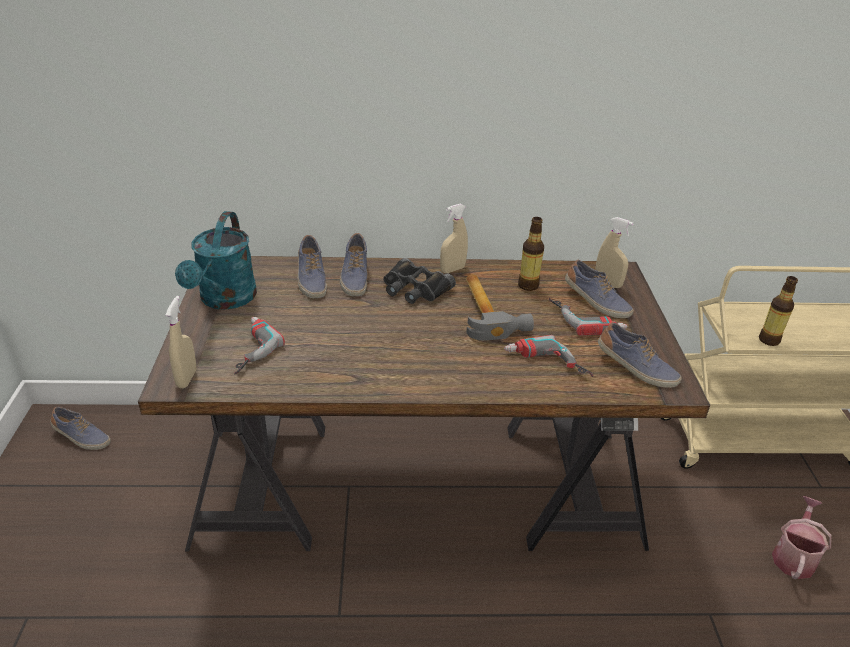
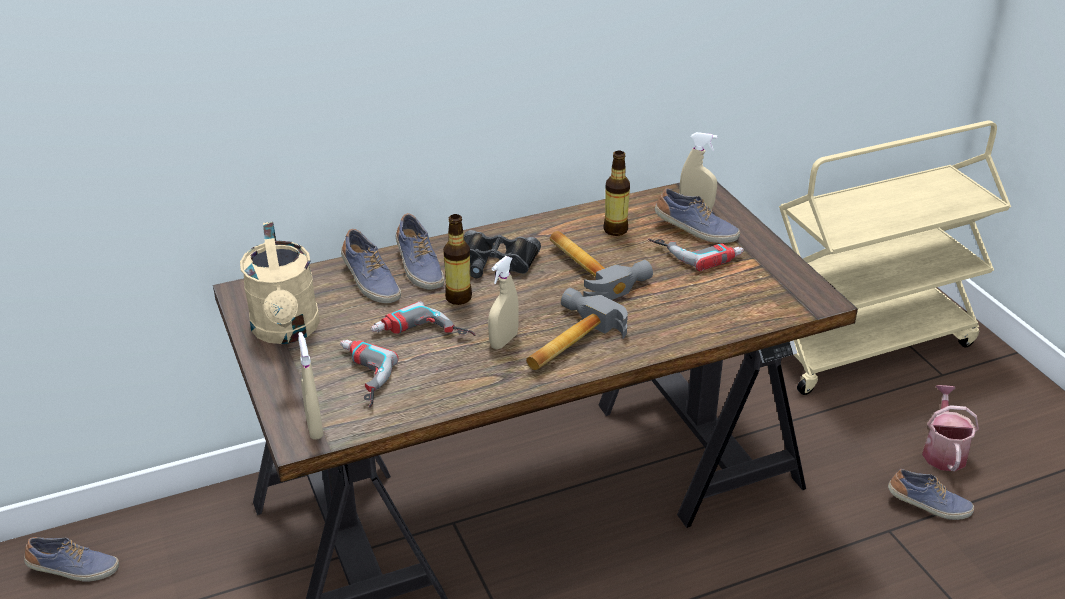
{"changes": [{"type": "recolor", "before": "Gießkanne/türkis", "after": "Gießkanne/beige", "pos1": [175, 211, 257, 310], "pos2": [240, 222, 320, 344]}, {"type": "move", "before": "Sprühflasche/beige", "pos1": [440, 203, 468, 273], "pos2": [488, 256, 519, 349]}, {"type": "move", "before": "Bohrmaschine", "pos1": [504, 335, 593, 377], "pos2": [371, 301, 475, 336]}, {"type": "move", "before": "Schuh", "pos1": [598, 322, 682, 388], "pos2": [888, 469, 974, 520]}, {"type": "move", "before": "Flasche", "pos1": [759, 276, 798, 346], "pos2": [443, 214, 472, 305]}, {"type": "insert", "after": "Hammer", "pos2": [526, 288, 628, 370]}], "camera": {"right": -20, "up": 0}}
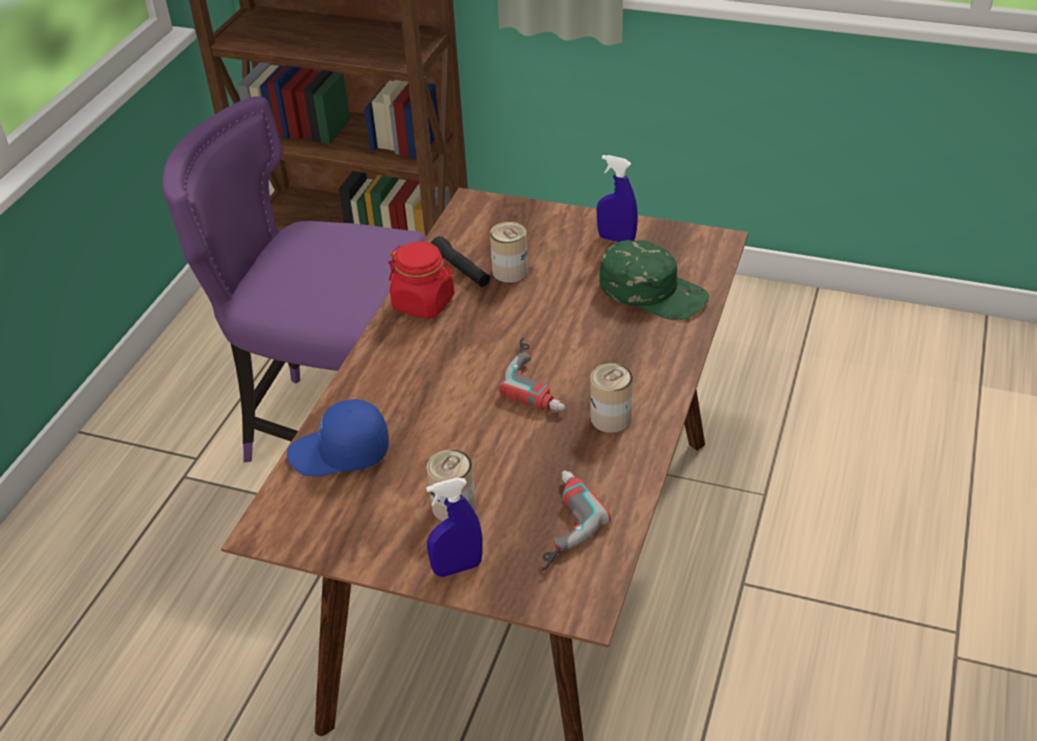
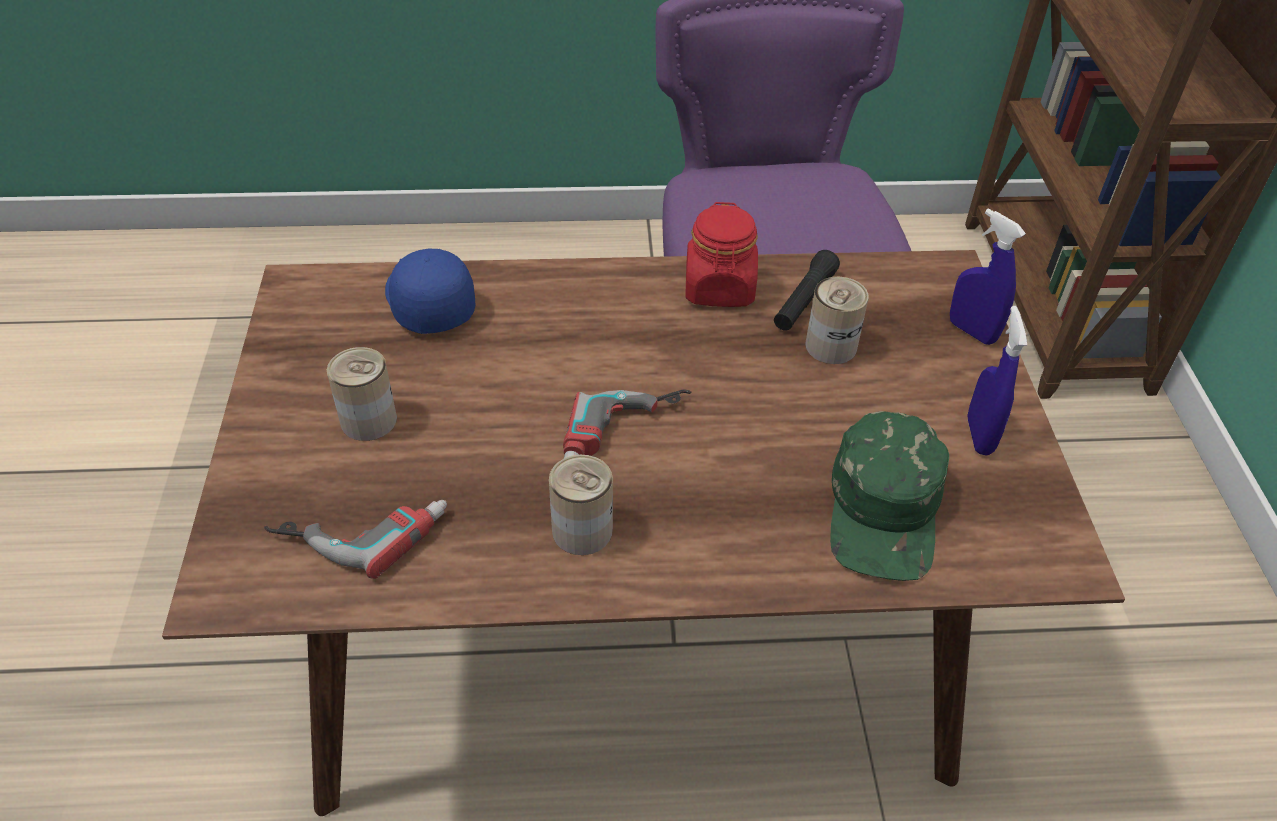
{"changes": [{"type": "move", "before": "Sprühflasche/blau", "pos1": [426, 478, 483, 577], "pos2": [950, 209, 1026, 345]}], "camera": {"right": 65, "up": 5}}
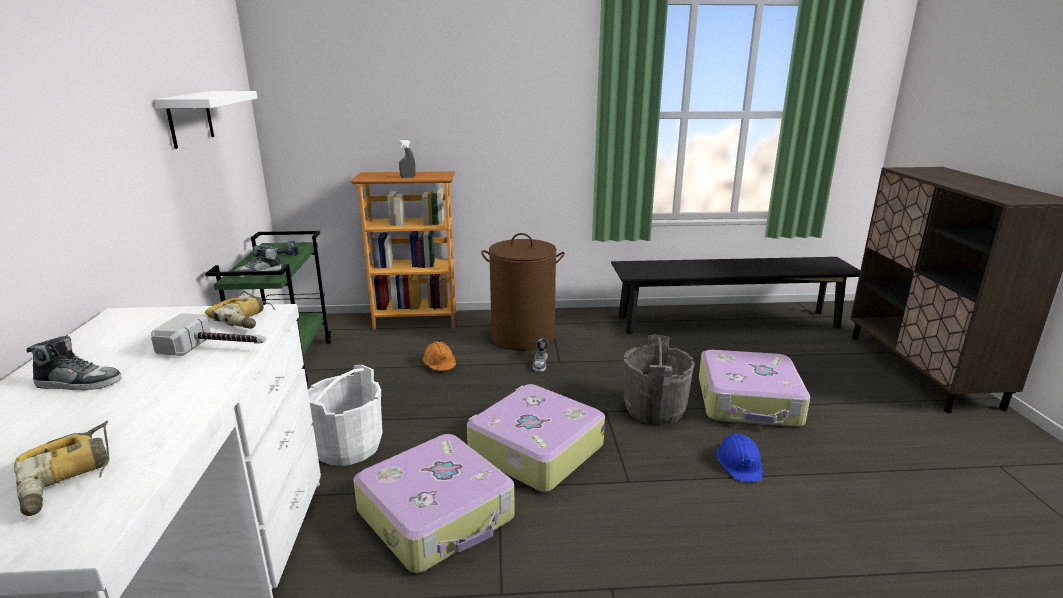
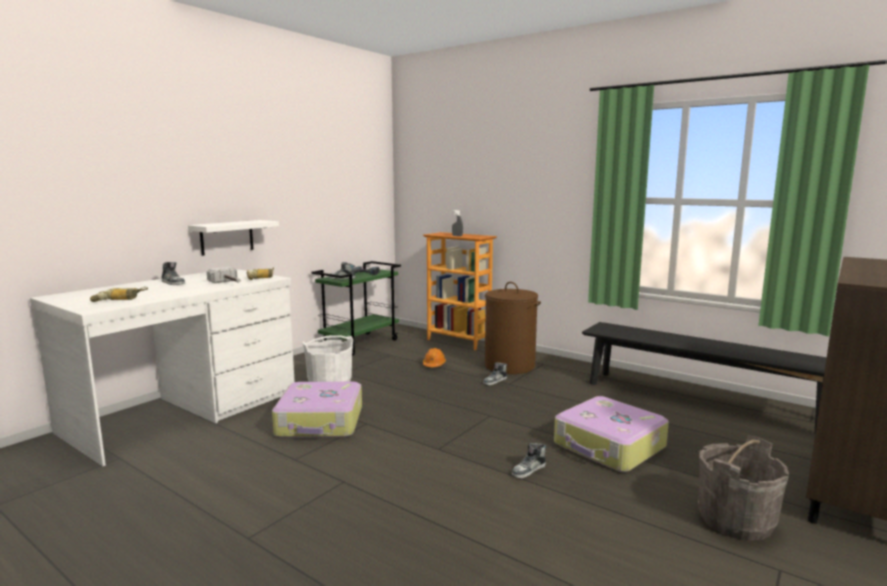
{"changes": [{"type": "move", "before": "Wandregal/weiß", "pos1": [155, 91, 258, 149], "pos2": [188, 220, 279, 256]}, {"type": "delete", "before": "Koffer", "pos1": [467, 384, 605, 492]}, {"type": "move", "before": "Eimer/grau", "pos1": [624, 334, 695, 425], "pos2": [698, 436, 789, 541]}, {"type": "replace", "before": "Schutzhelm/blau", "after": "Schuh", "pos1": [717, 433, 763, 482], "pos2": [512, 443, 547, 478]}], "camera": {"right": 40, "up": -10}}
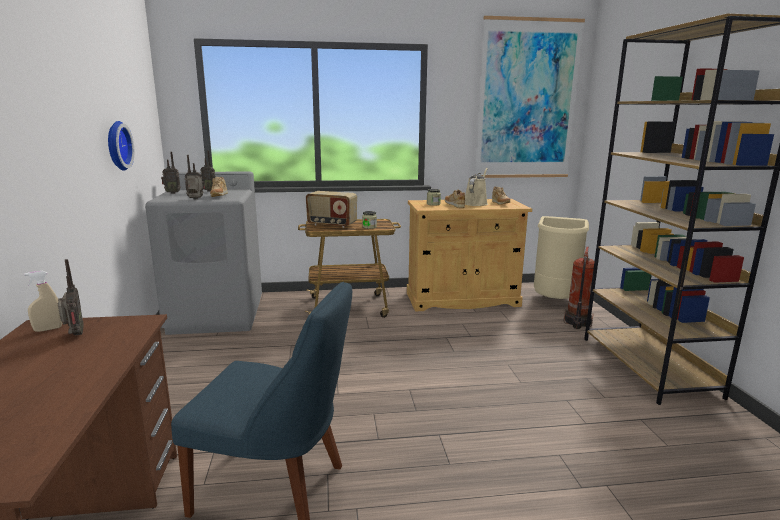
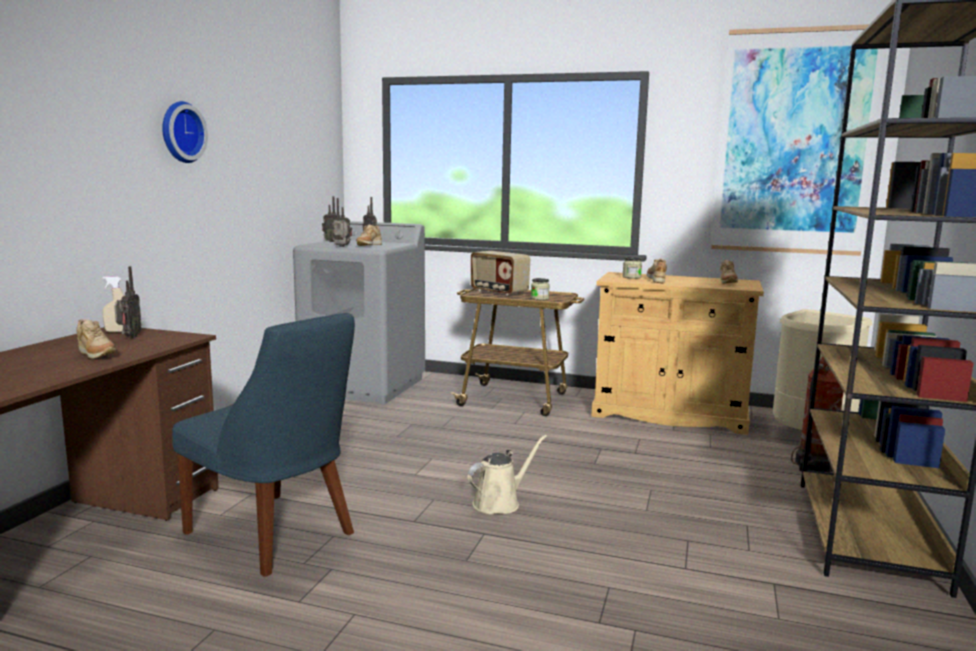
{"changes": [{"type": "move", "before": "Wanduhr", "pos1": [108, 121, 134, 171], "pos2": [162, 101, 208, 163]}, {"type": "move", "before": "Gießkanne/beige", "pos1": [465, 168, 488, 206], "pos2": [467, 435, 547, 514]}, {"type": "insert", "after": "Schuh/beige", "pos2": [77, 319, 116, 359]}], "camera": {"right": 25, "up": -5}}
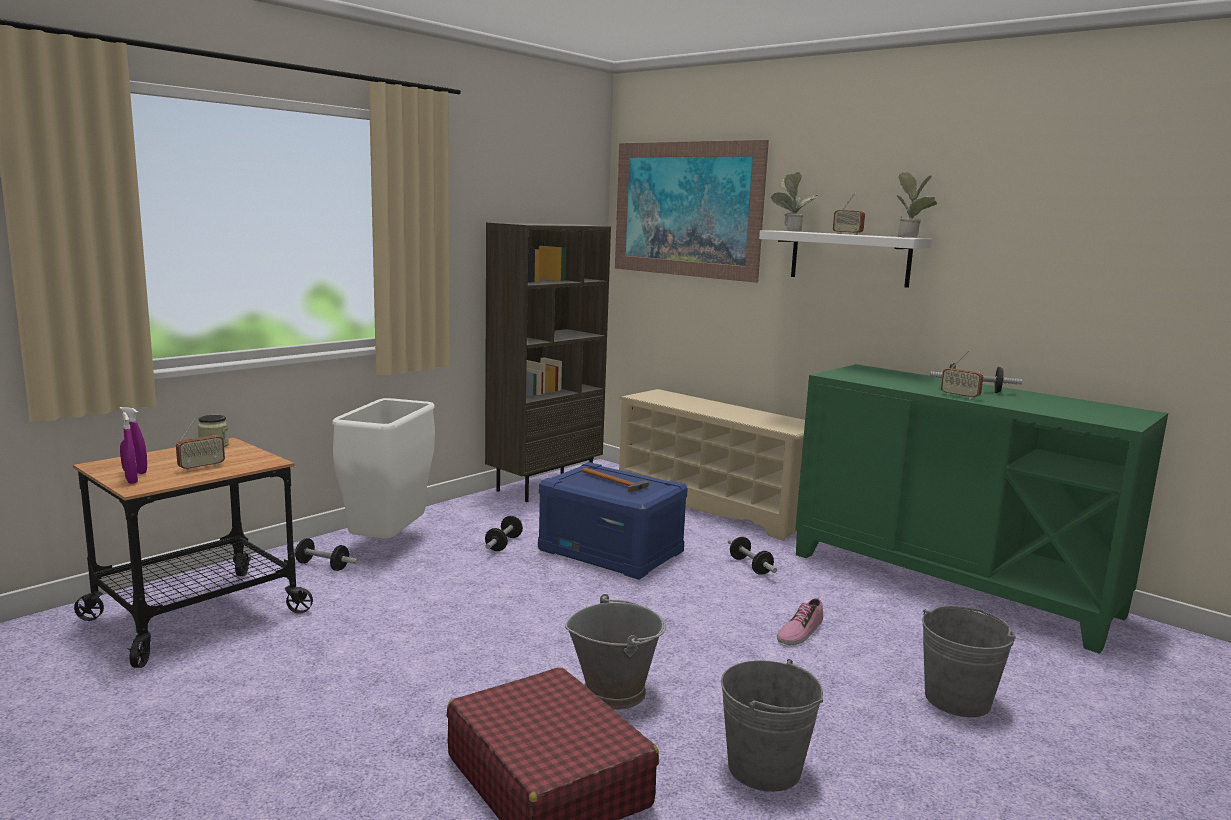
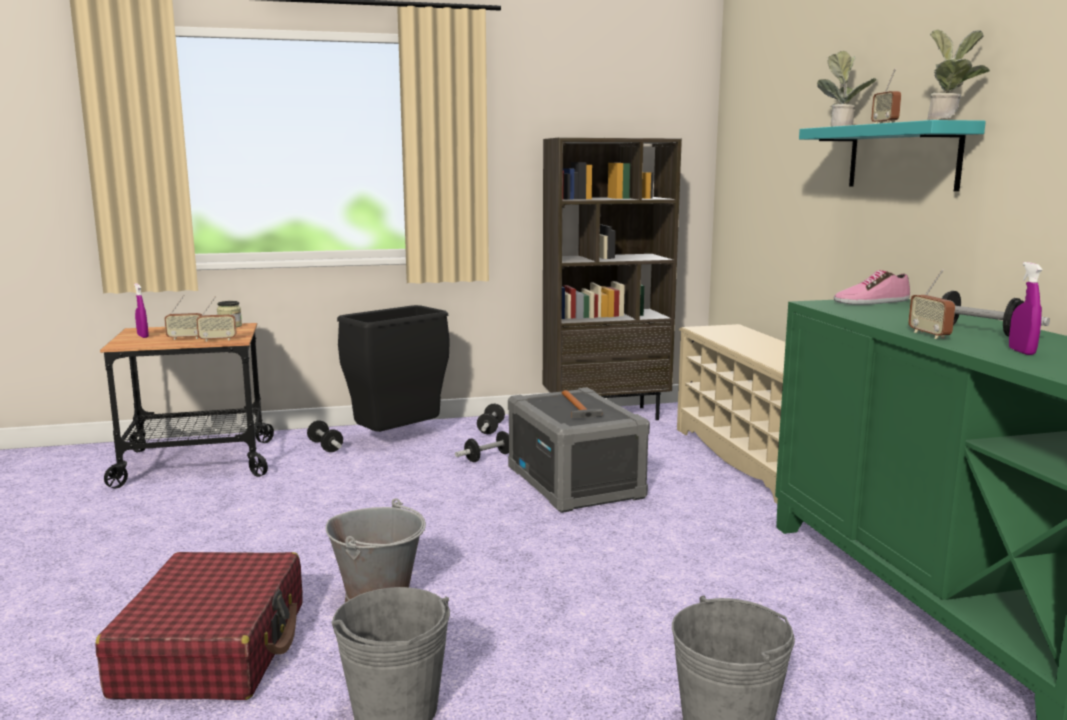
{"changes": [{"type": "move", "before": "Sprühflasche/lila", "pos1": [122, 412, 138, 484], "pos2": [1009, 262, 1043, 355]}, {"type": "recolor", "before": "Mülleimer/weiß", "after": "Mülleimer/schwarz", "pos1": [332, 398, 435, 539], "pos2": [337, 305, 450, 432]}, {"type": "recolor", "before": "Aufbewahrungsbox/blau", "after": "Aufbewahrungsbox/grau", "pos1": [538, 462, 688, 580], "pos2": [508, 387, 650, 513]}, {"type": "delete", "before": "Bild", "pos1": [615, 140, 769, 283]}, {"type": "move", "before": "Hantel", "pos1": [728, 537, 777, 575], "pos2": [477, 404, 505, 434]}, {"type": "recolor", "before": "Wandregal/weiß", "after": "Wandregal/türkis", "pos1": [759, 230, 932, 288], "pos2": [799, 120, 986, 192]}, {"type": "move", "before": "Schuh", "pos1": [777, 598, 823, 645], "pos2": [834, 270, 910, 305]}, {"type": "insert", "after": "Radio", "pos2": [196, 296, 236, 342]}], "camera": {"right": 35, "up": 0}}
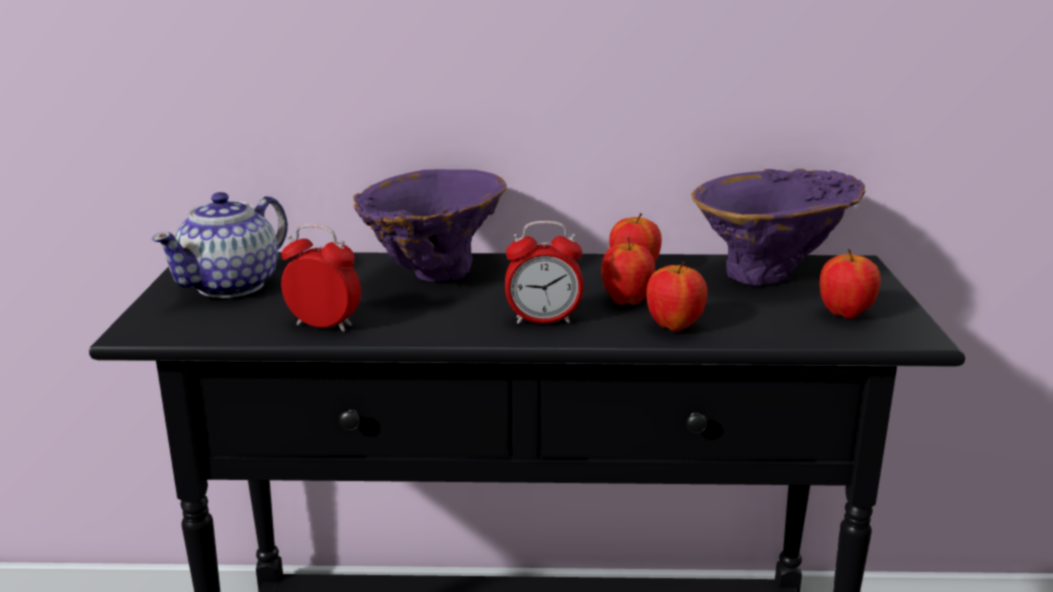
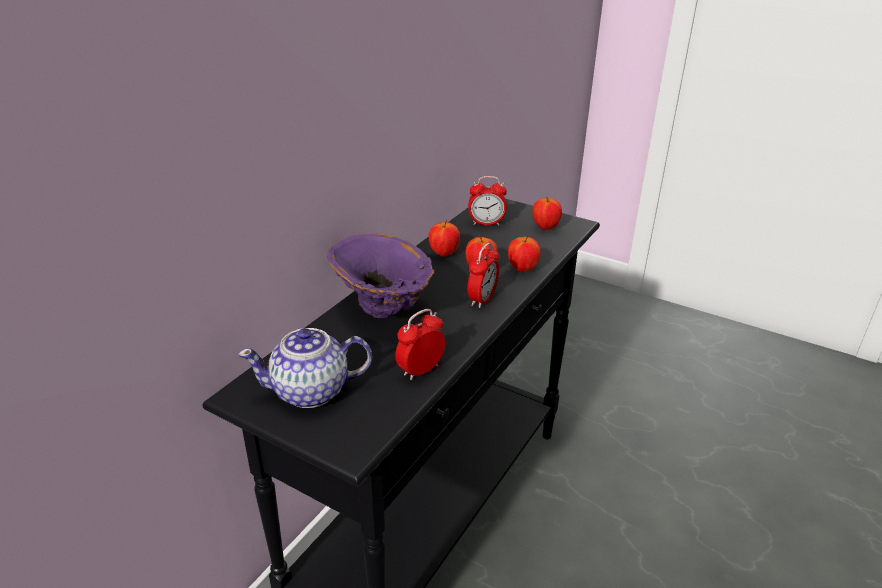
{"changes": [{"type": "rotate", "before": "Teekanne", "pos1": [152, 192, 288, 298], "pos2": [238, 328, 372, 408], "turn": 105}, {"type": "replace", "before": "Vase/lila", "after": "Wecker", "pos1": [691, 169, 866, 286], "pos2": [468, 176, 507, 226]}], "camera": {"right": -60, "up": 10}}
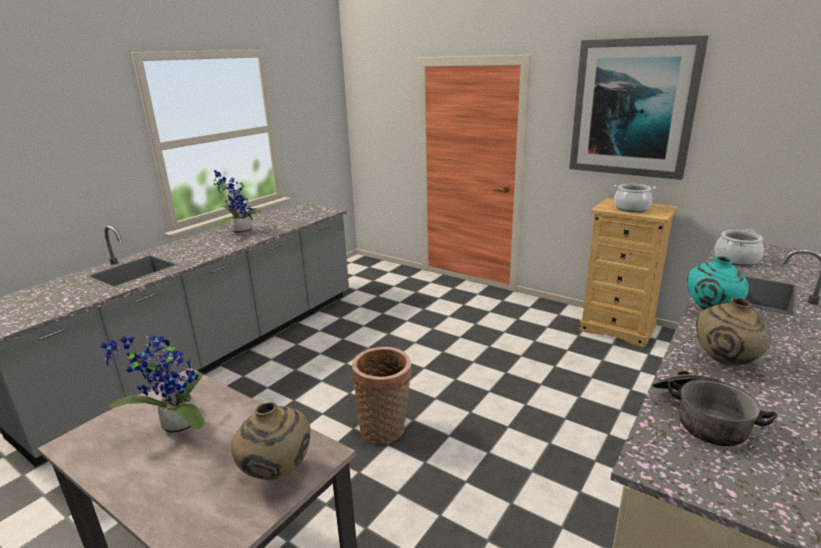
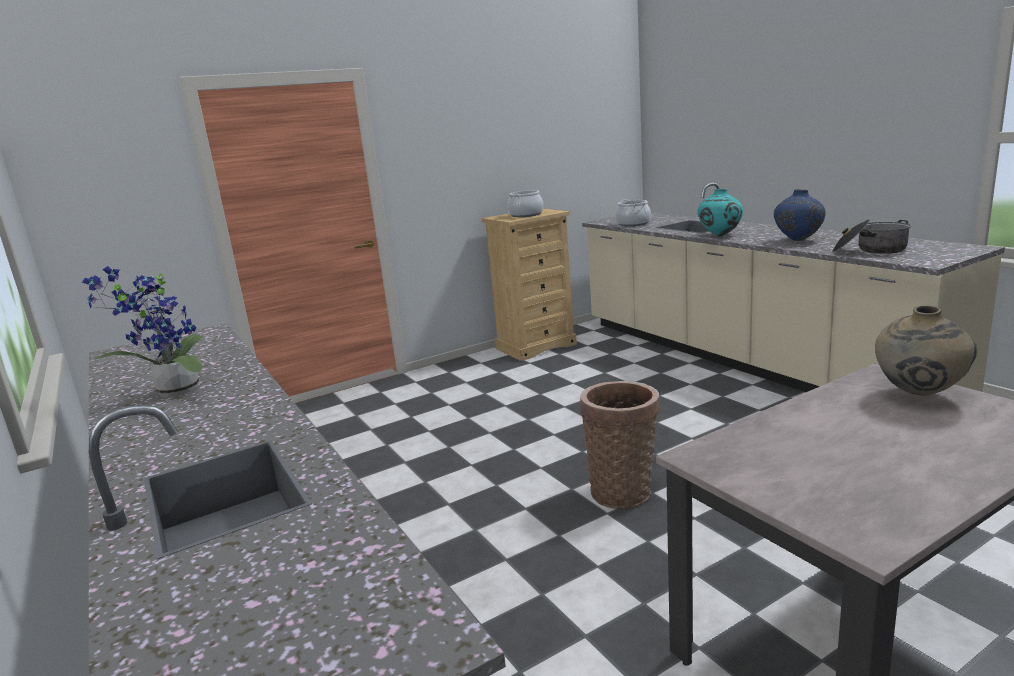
{"changes": [{"type": "delete", "before": "Topfpflanze", "pos1": [101, 335, 204, 435]}, {"type": "delete", "before": "Bild", "pos1": [569, 35, 708, 180]}, {"type": "recolor", "before": "Vase/beige", "after": "Vase/blau", "pos1": [696, 298, 771, 365], "pos2": [774, 189, 826, 241]}], "camera": {"right": -65, "up": -5}}
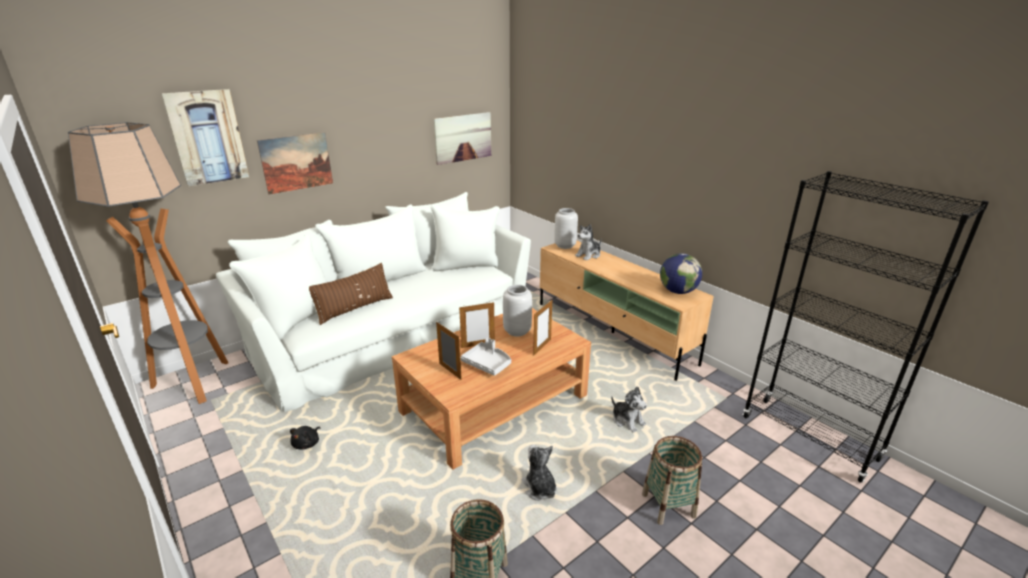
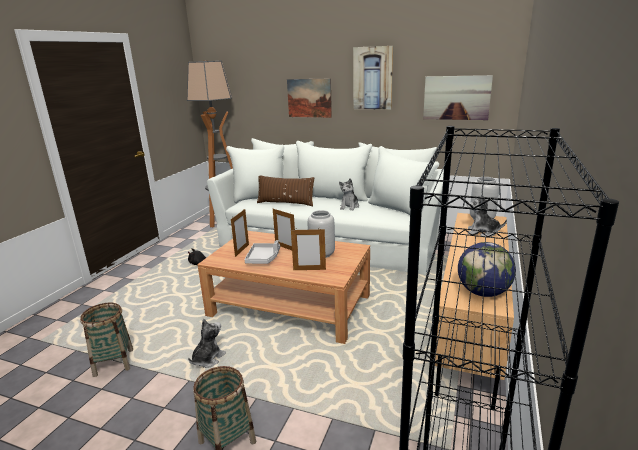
{"changes": [{"type": "move", "before": "Bild", "pos1": [161, 89, 249, 186], "pos2": [353, 46, 394, 110]}, {"type": "move", "before": "Plüschtier", "pos1": [611, 386, 647, 433], "pos2": [339, 178, 359, 210]}], "camera": {"right": 60, "up": -5}}
